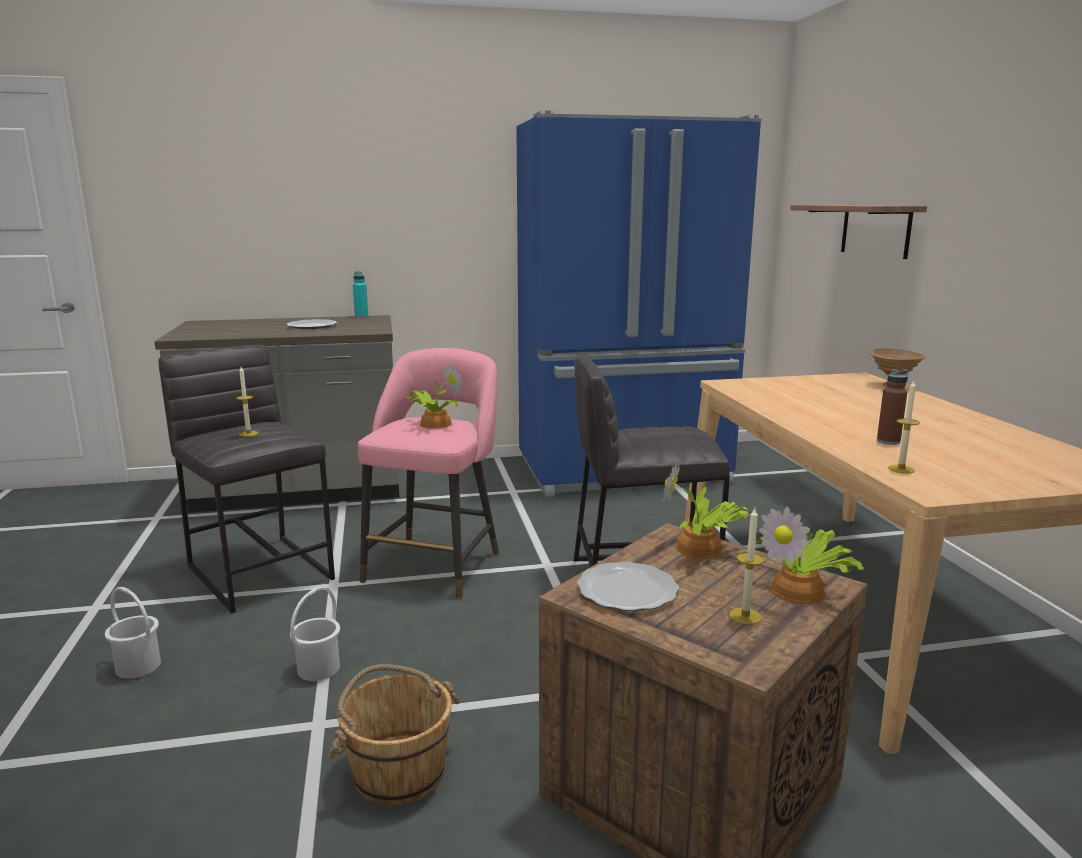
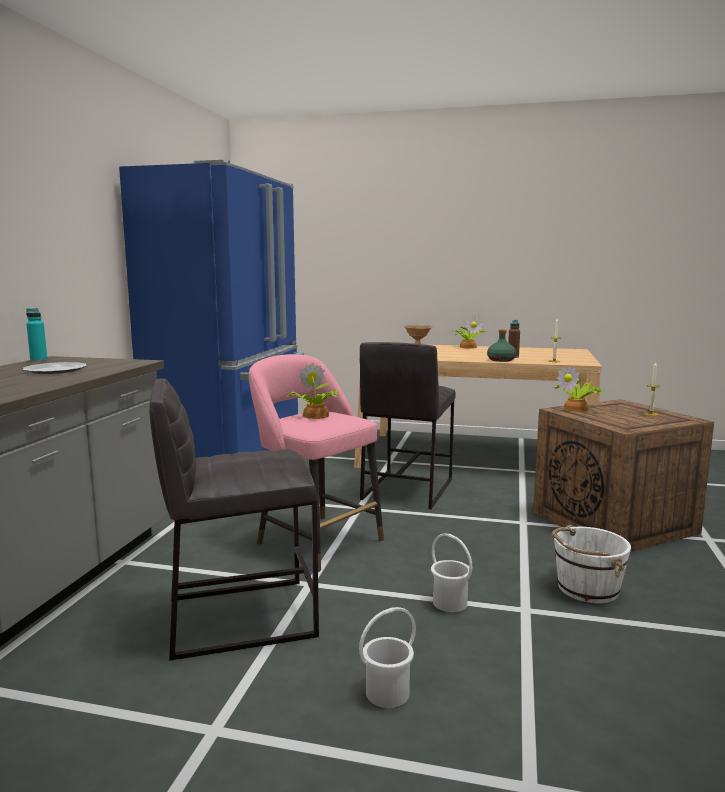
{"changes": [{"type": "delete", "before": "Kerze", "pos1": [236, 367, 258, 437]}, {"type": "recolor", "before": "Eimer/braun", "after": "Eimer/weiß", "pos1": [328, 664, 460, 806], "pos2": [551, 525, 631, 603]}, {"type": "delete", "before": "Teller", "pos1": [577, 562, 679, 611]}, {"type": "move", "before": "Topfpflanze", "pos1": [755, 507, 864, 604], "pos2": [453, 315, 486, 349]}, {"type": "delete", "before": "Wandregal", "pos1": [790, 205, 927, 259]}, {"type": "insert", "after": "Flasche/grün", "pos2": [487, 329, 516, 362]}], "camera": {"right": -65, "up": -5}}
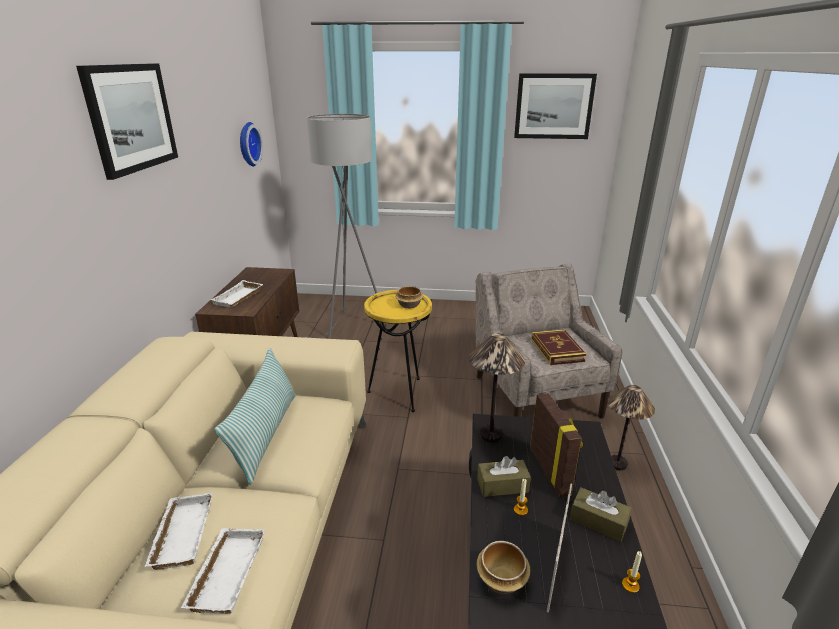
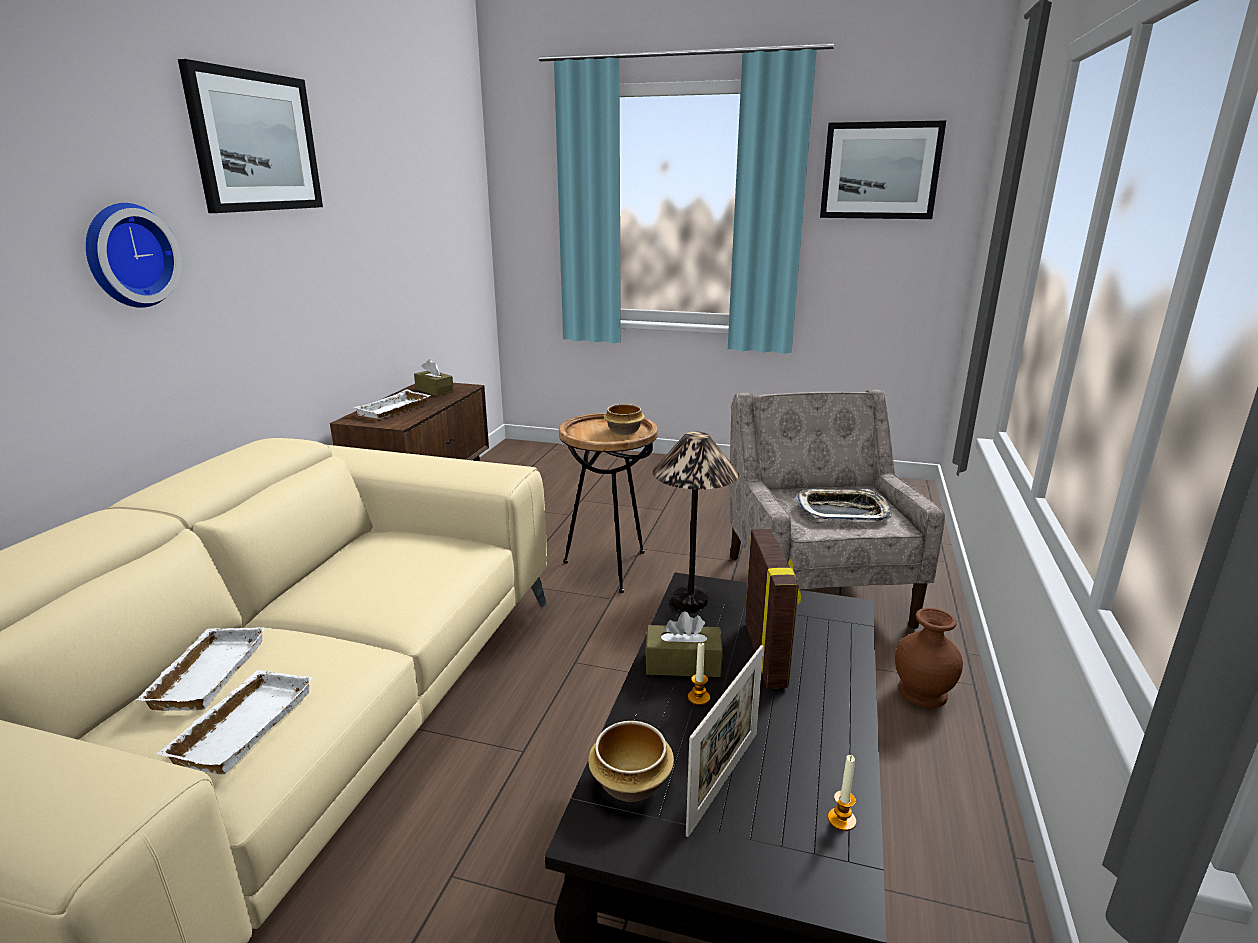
{"changes": [{"type": "delete", "before": "Kissen", "pos1": [214, 348, 296, 485]}, {"type": "move", "before": "Wanduhr", "pos1": [240, 122, 263, 166], "pos2": [86, 203, 181, 308]}, {"type": "delete", "before": "Stehlampe/grau", "pos1": [304, 114, 388, 339]}, {"type": "recolor", "before": "Beistelltisch/gelb", "after": "Beistelltisch/braun", "pos1": [364, 290, 432, 412], "pos2": [559, 413, 658, 593]}, {"type": "replace", "before": "Buch", "after": "Tablett", "pos1": [531, 329, 586, 365], "pos2": [795, 489, 892, 521]}, {"type": "move", "before": "Taschentuchbox/braun", "pos1": [570, 487, 631, 542], "pos2": [414, 359, 454, 396]}, {"type": "replace", "before": "Tischlampe", "after": "Vase/braun", "pos1": [607, 385, 655, 470], "pos2": [895, 608, 963, 708]}], "camera": {"right": 10, "up": -5}}
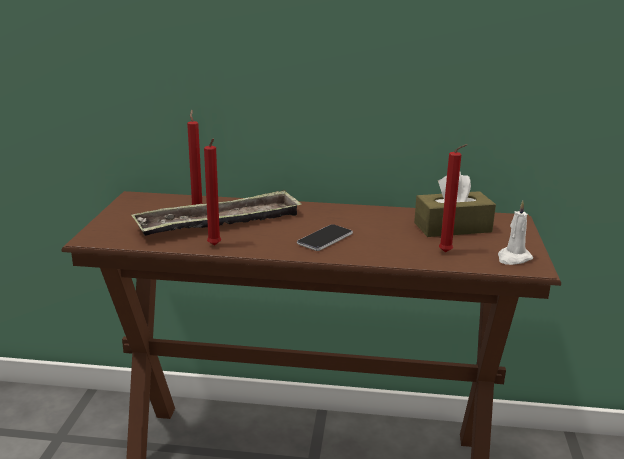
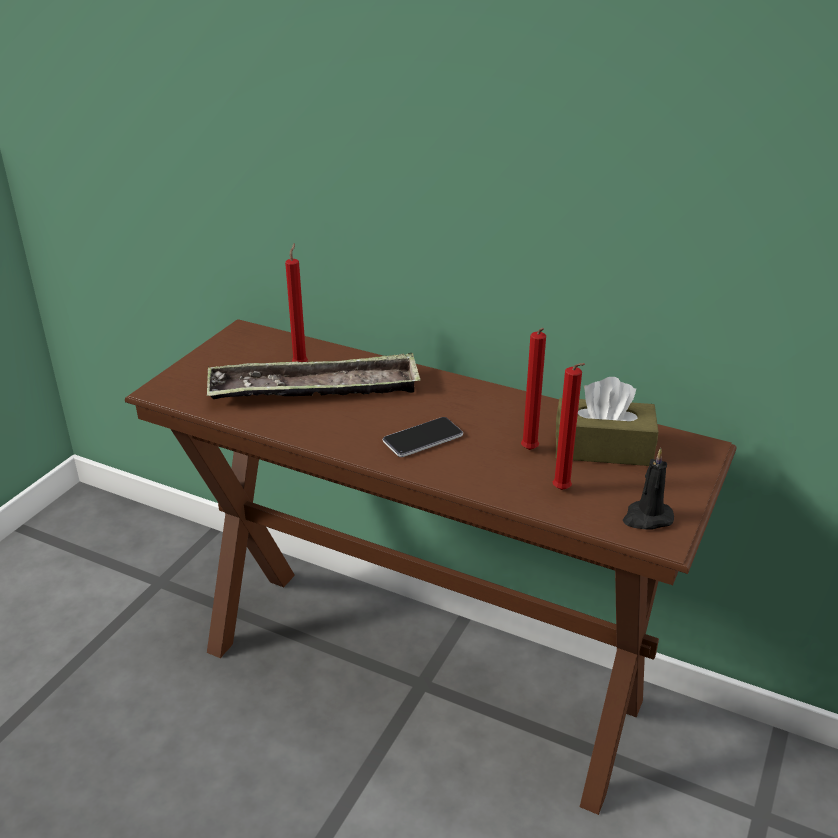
{"changes": [{"type": "move", "before": "Kerze/rot", "pos1": [204, 139, 221, 246], "pos2": [521, 328, 546, 450]}, {"type": "recolor", "before": "Kerze/weiß", "after": "Kerze/schwarz", "pos1": [498, 201, 533, 265], "pos2": [623, 448, 674, 530]}], "camera": {"right": 20, "up": 10}}
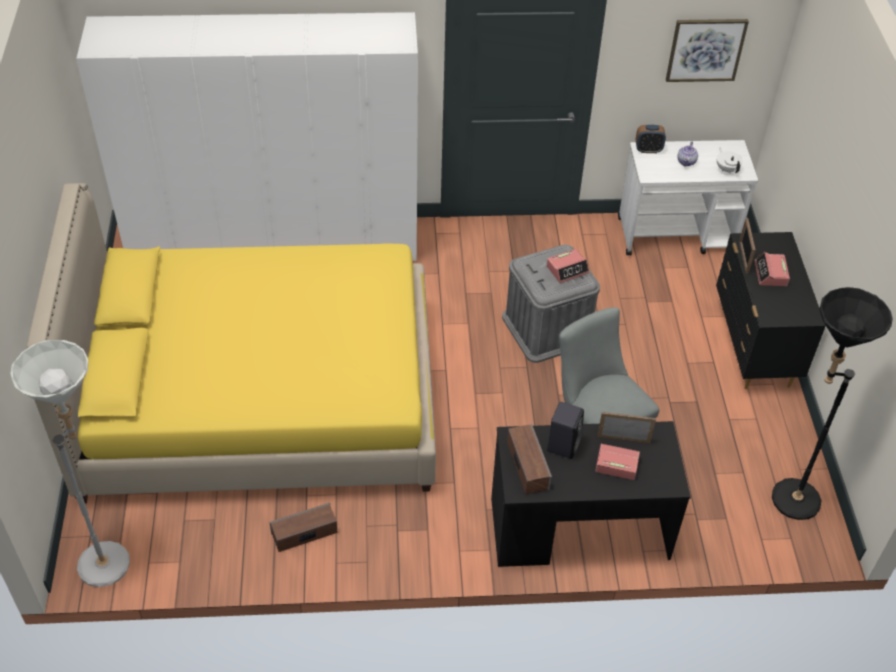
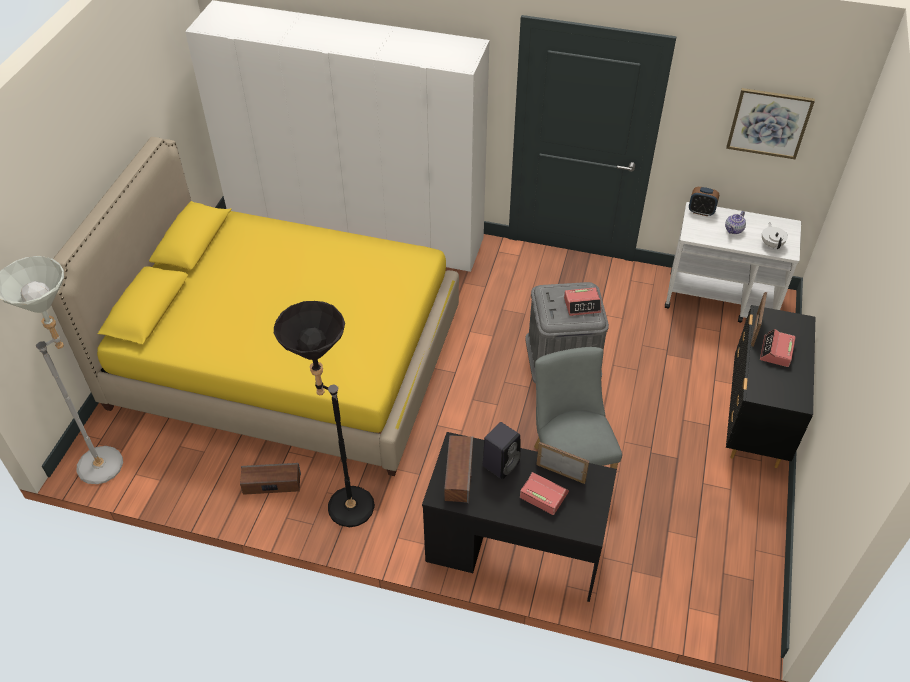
{"changes": [{"type": "move", "before": "Stehlampe/schwarz", "pos1": [772, 287, 893, 520], "pos2": [274, 301, 375, 527]}], "camera": {"right": 20, "up": 0}}
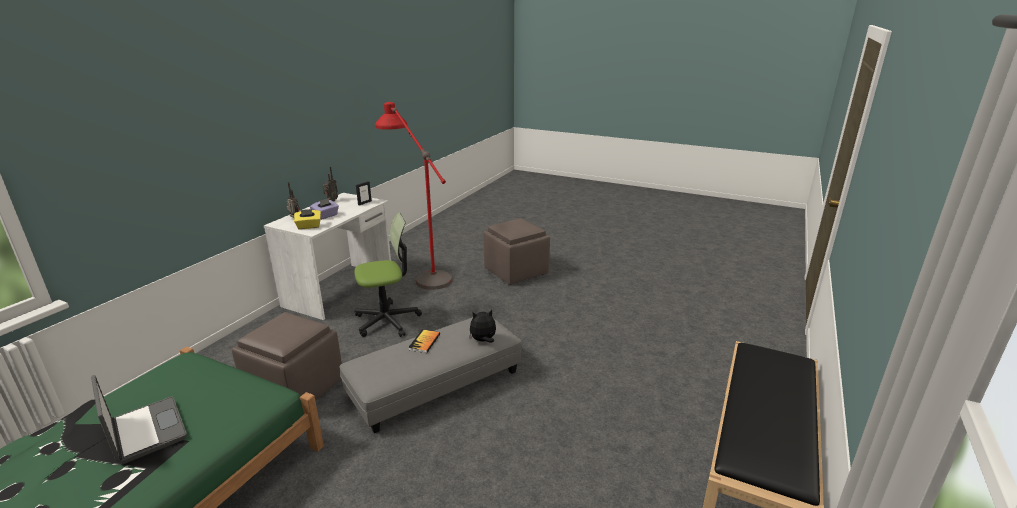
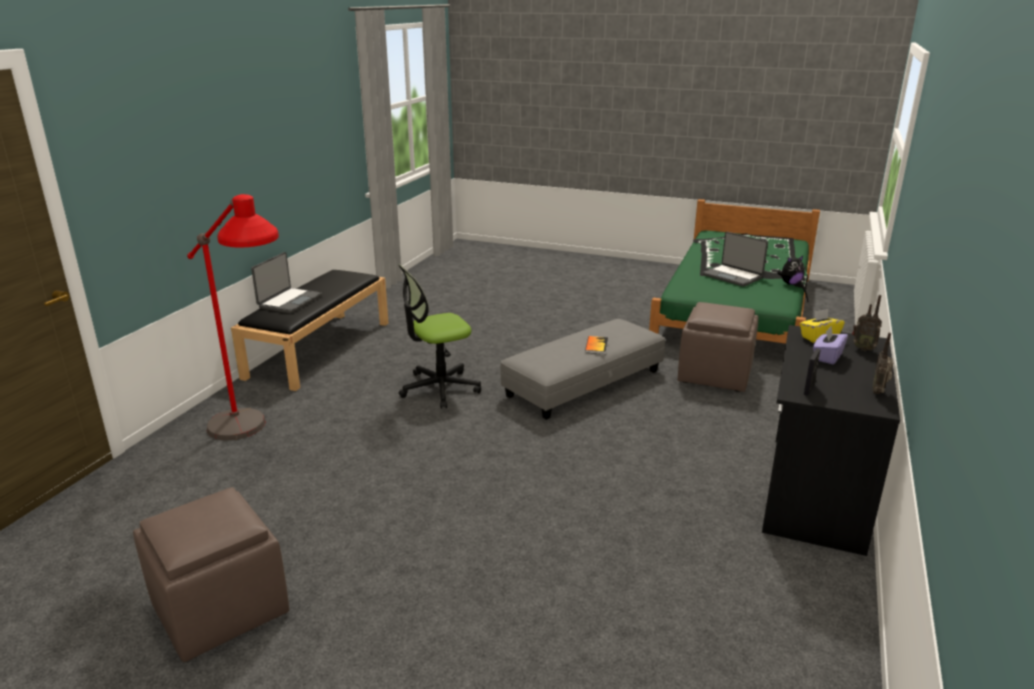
{"changes": [{"type": "recolor", "before": "Schreibtisch/weiß", "after": "Schreibtisch/schwarz", "pos1": [264, 193, 391, 320], "pos2": [762, 325, 900, 556]}, {"type": "move", "before": "Bürostuhl", "pos1": [354, 212, 422, 337], "pos2": [398, 264, 481, 409]}, {"type": "move", "before": "Stehlampe/rot", "pos1": [375, 102, 453, 290], "pos2": [187, 194, 279, 440]}, {"type": "move", "before": "Plüschtier", "pos1": [469, 309, 496, 343], "pos2": [778, 256, 804, 285]}, {"type": "move", "before": "Polsterhocker/braun", "pos1": [483, 218, 550, 285], "pos2": [133, 487, 289, 662]}, {"type": "insert", "after": "Laptop", "pos2": [251, 252, 322, 313]}], "camera": {"right": 175, "up": 0}}
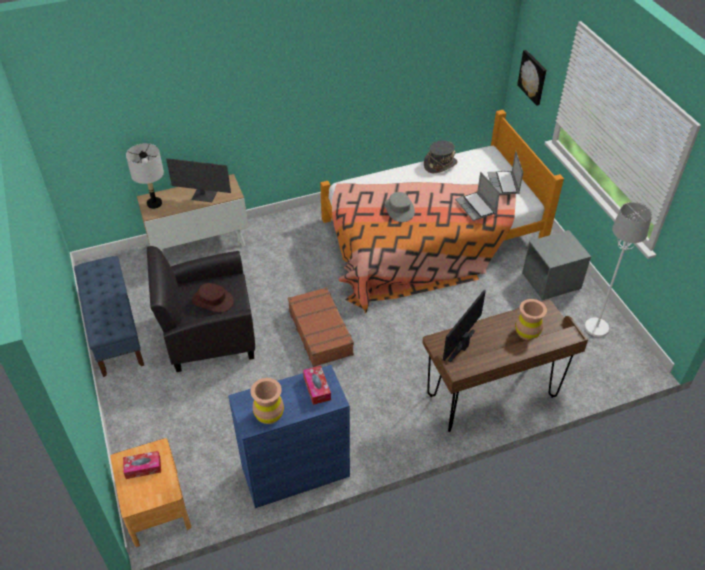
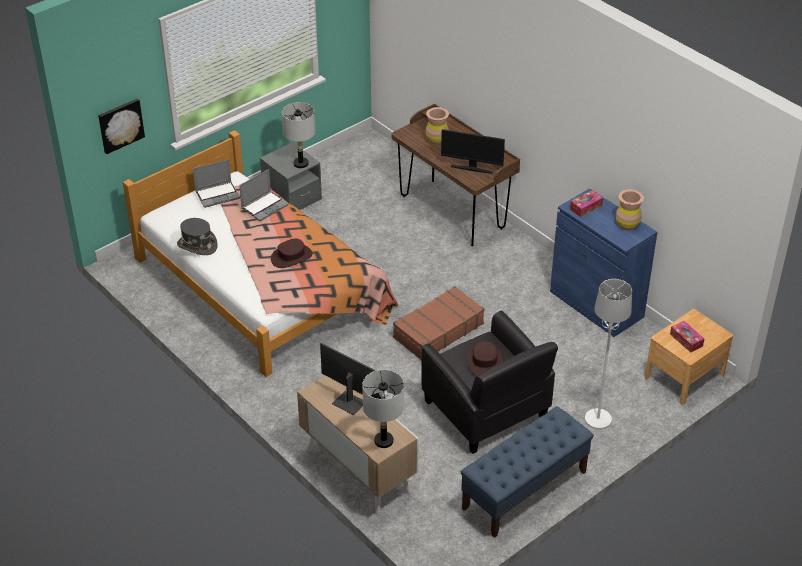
{"changes": [{"type": "rotate", "before": "Monitor", "pos1": [166, 158, 231, 202], "pos2": [320, 343, 381, 415], "turn": -45}, {"type": "recolor", "before": "Hut/grau", "after": "Hut/braun", "pos1": [385, 192, 415, 222], "pos2": [271, 238, 313, 268]}, {"type": "move", "before": "Stehlampe/weiß", "pos1": [585, 202, 652, 337], "pos2": [585, 279, 632, 430]}, {"type": "insert", "after": "Tischlampe/grau", "pos2": [282, 102, 315, 168]}], "camera": {"right": -110, "up": -5}}
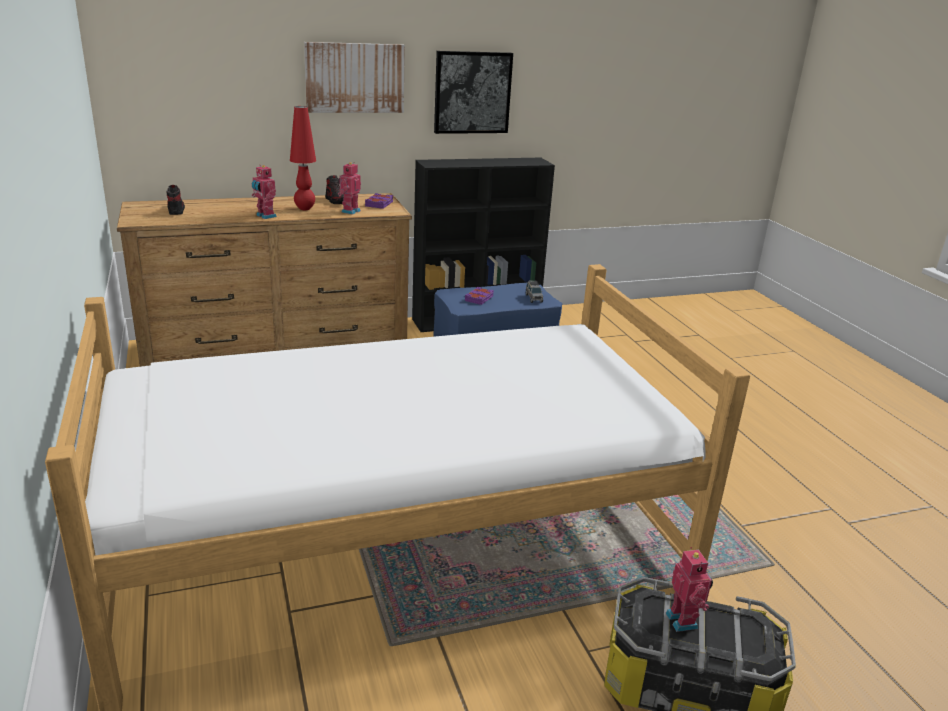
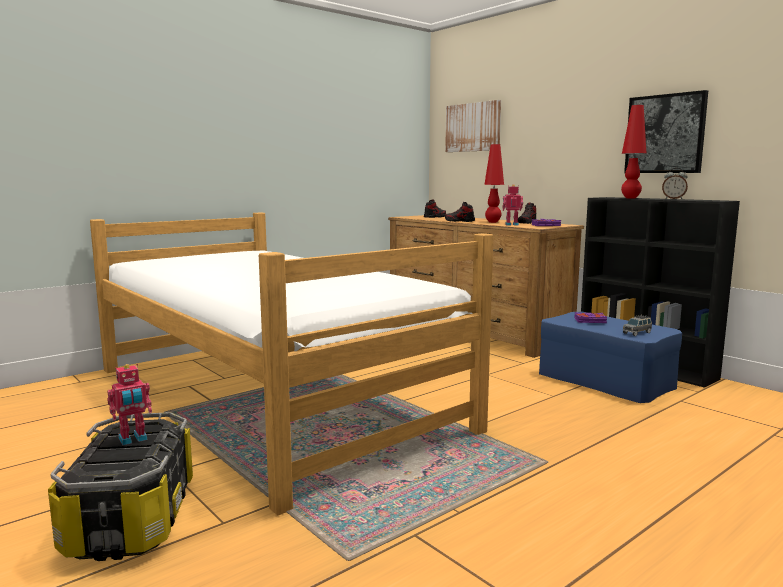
{"changes": [{"type": "replace", "before": "Spielzeugroboter", "after": "Schuh", "pos1": [252, 165, 277, 219], "pos2": [445, 202, 475, 222]}, {"type": "move", "before": "Bild", "pos1": [304, 42, 405, 113], "pos2": [445, 100, 501, 152]}, {"type": "insert", "after": "Tischlampe/rot", "pos2": [621, 105, 646, 198]}, {"type": "insert", "after": "Wecker", "pos2": [662, 168, 688, 199]}], "camera": {"right": 70, "up": -15}}
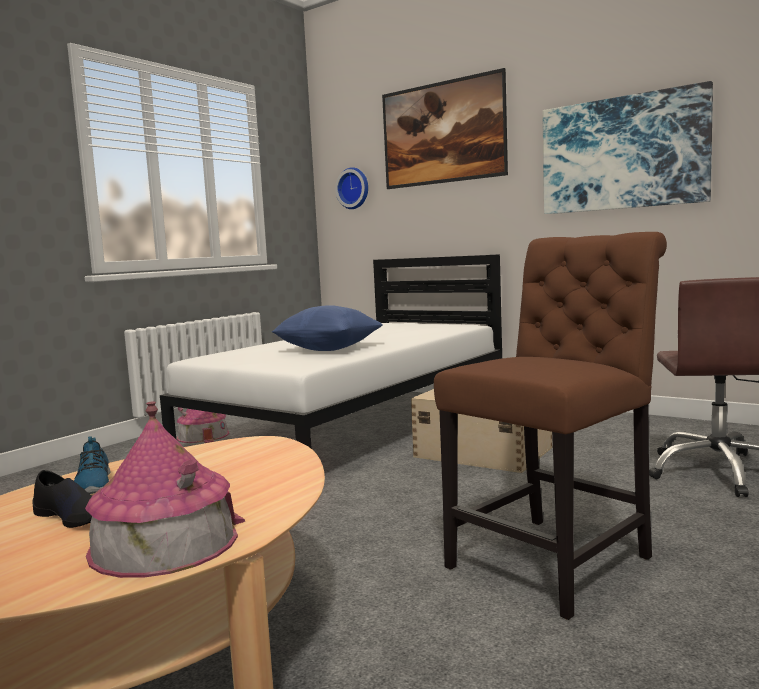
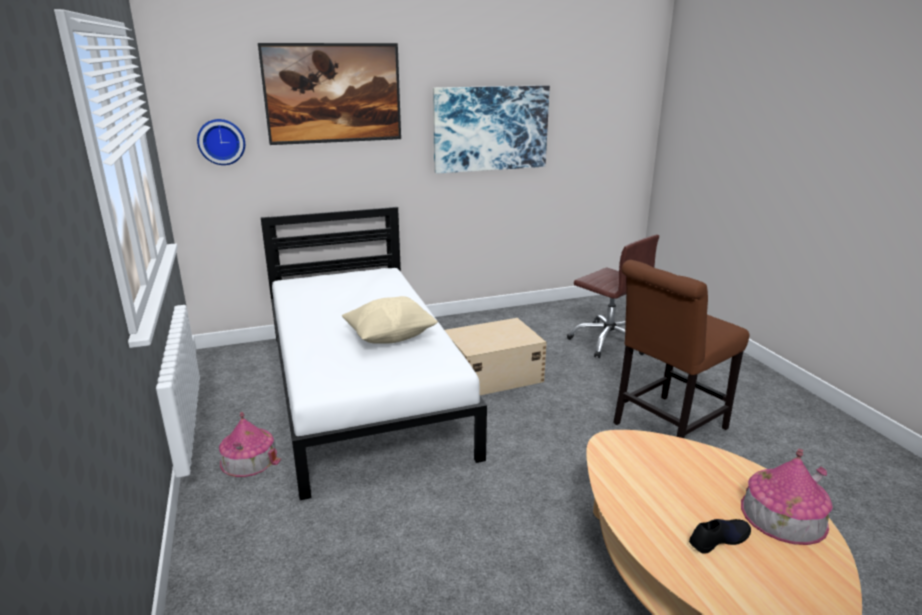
{"changes": [{"type": "delete", "before": "Schuh", "pos1": [74, 436, 111, 494]}, {"type": "recolor", "before": "Kissen/blau", "after": "Kissen/beige", "pos1": [272, 305, 383, 351], "pos2": [342, 296, 438, 344]}, {"type": "rotate", "before": "Stuhl/braun", "pos1": [434, 232, 667, 620], "pos2": [613, 260, 750, 438], "turn": -120}], "camera": {"right": -55, "up": 15}}
